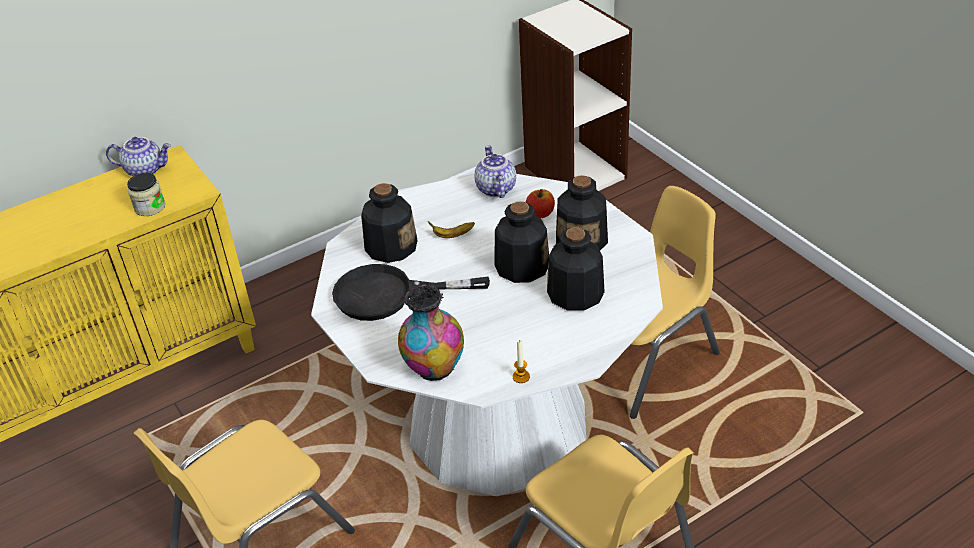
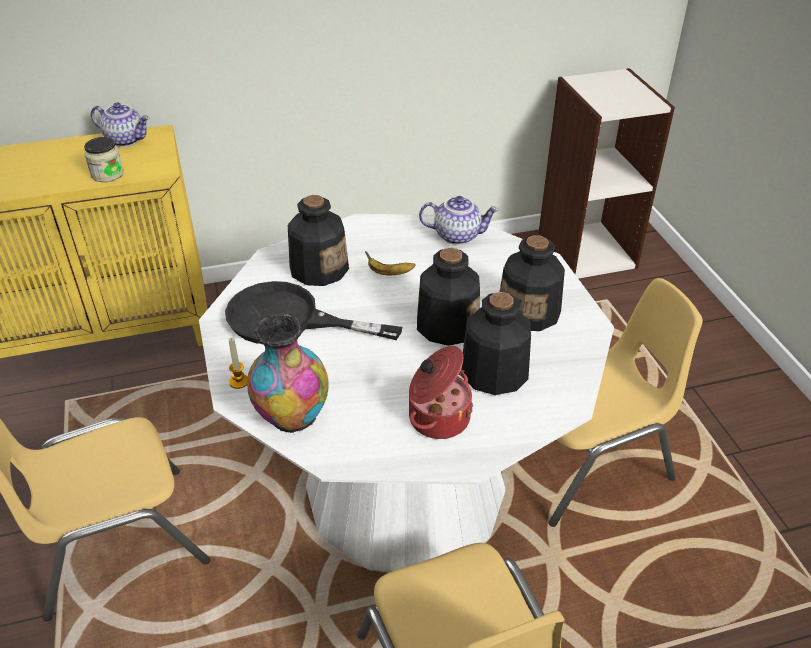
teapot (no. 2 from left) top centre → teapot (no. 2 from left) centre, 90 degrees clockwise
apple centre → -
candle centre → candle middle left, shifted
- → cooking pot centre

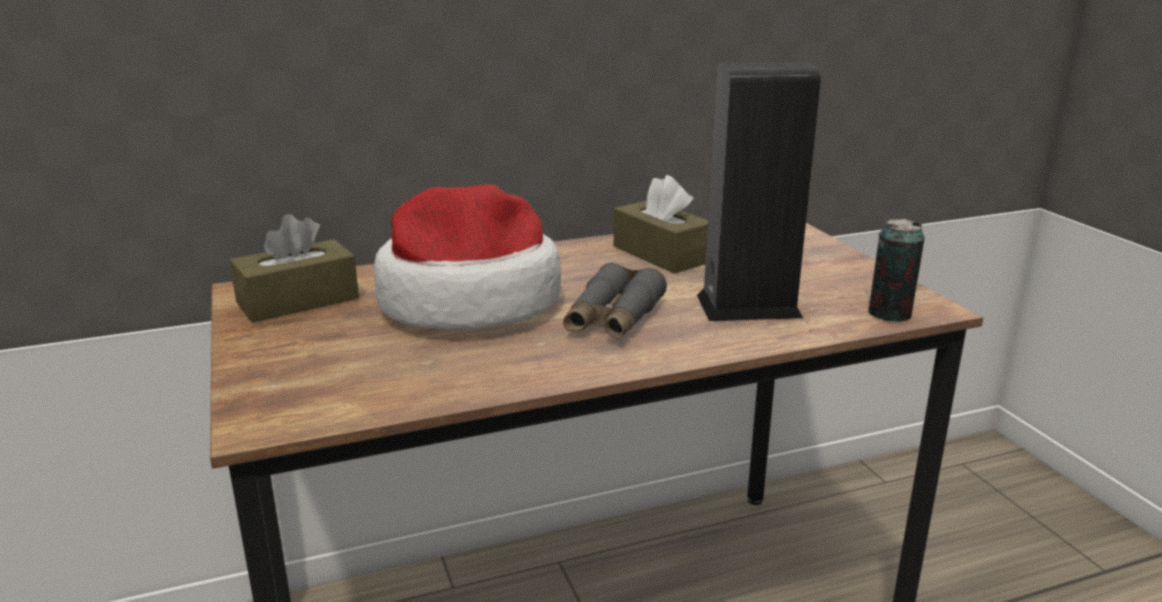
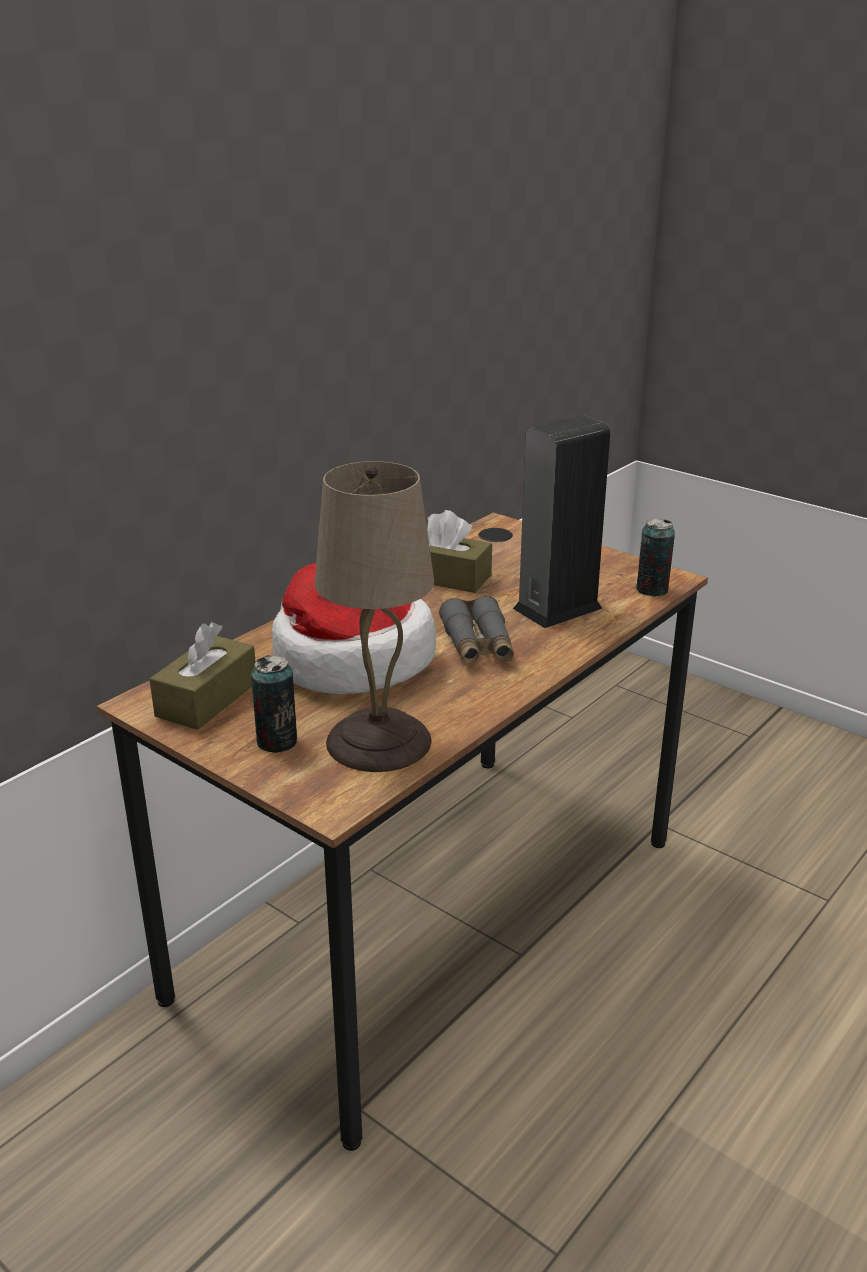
- → beige table lamp centre
- → can (no. 1 from left) middle left

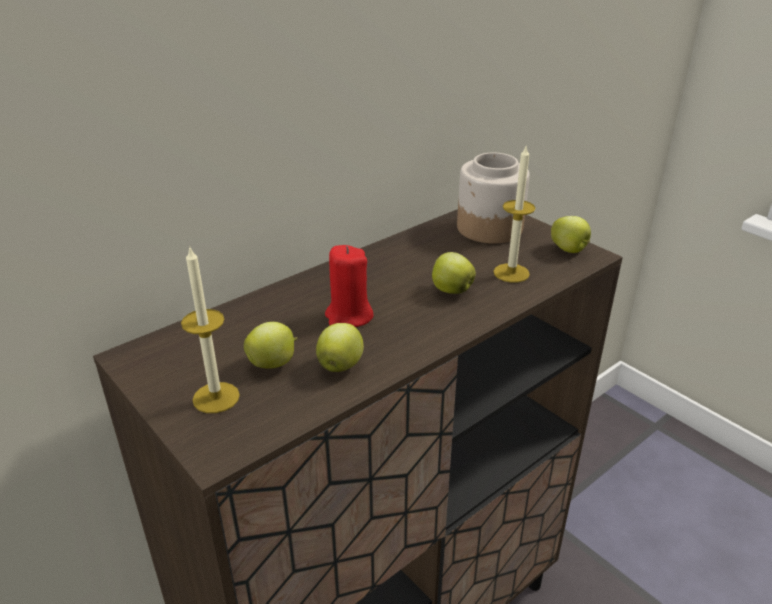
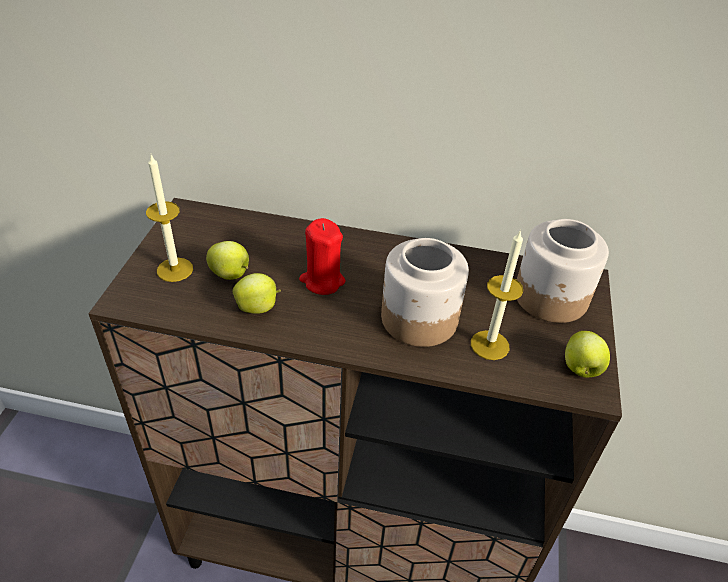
apple (no. 3 from left) centre → jar (no. 1 from left) centre

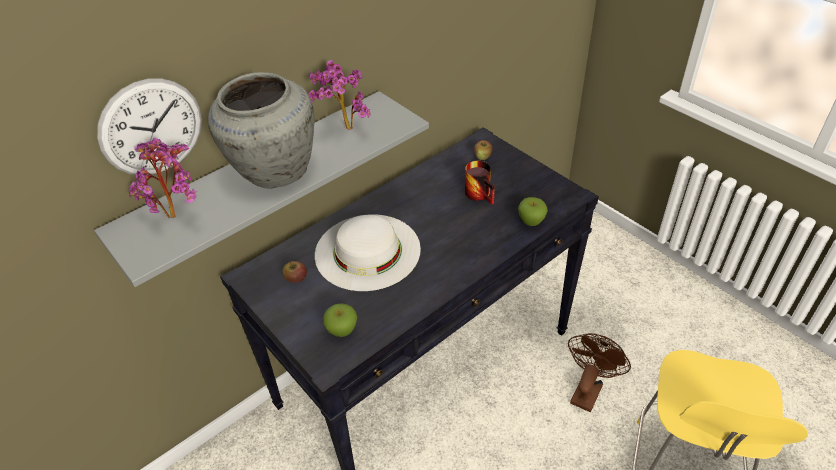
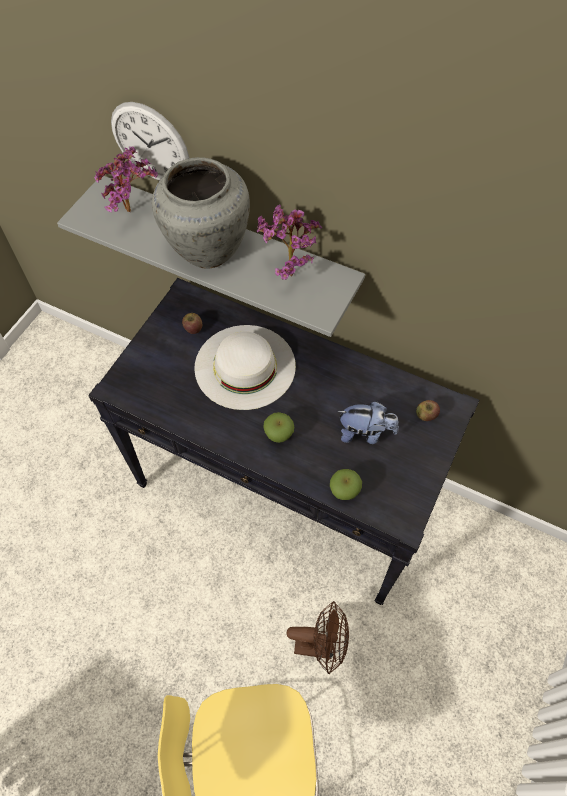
mug centre → plush toy centre
apple (no. 2 from left) bottom centre → apple (no. 2 from left) centre, shifted

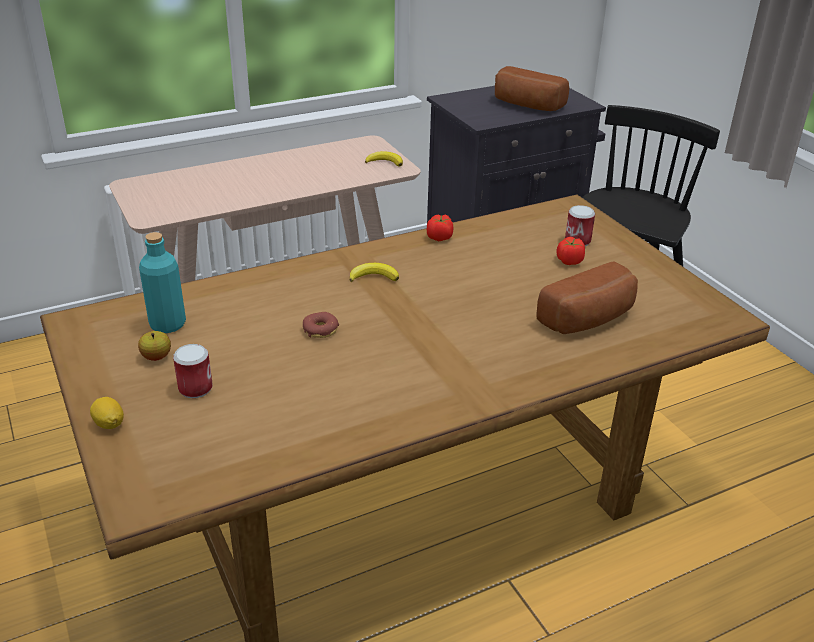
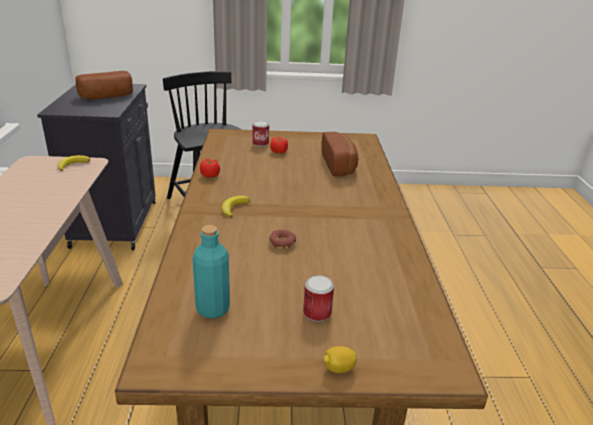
apple middle left → -

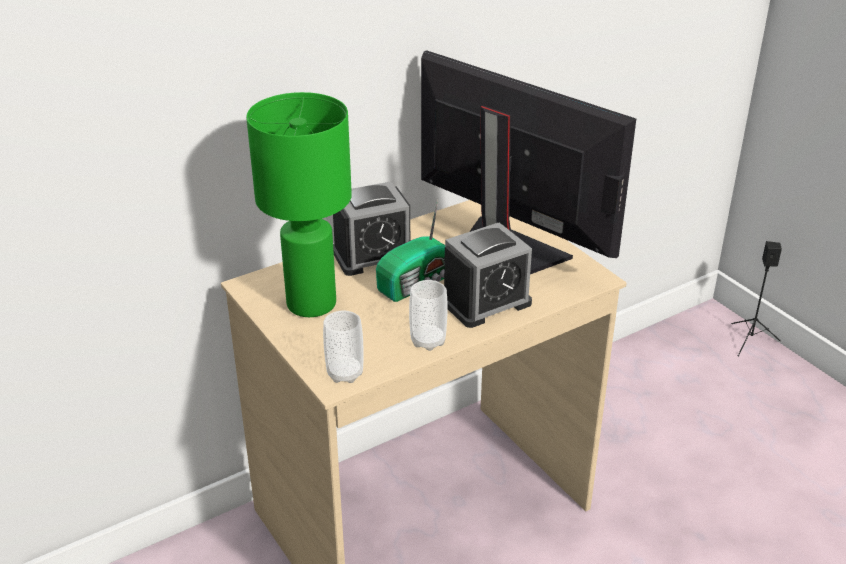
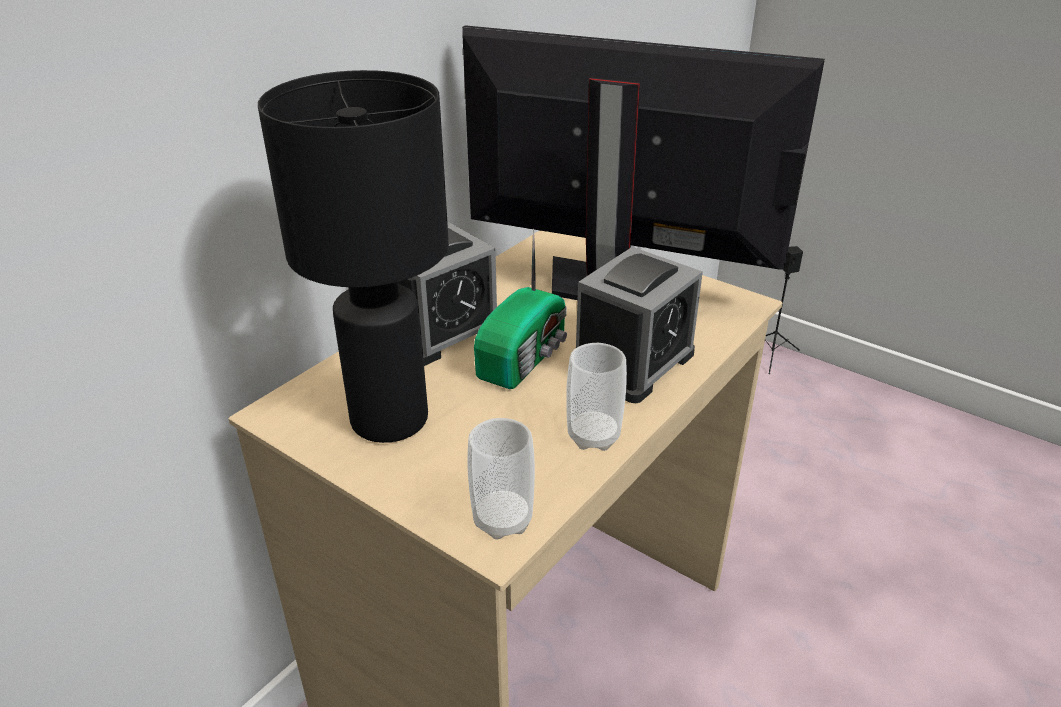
green table lamp centre → black table lamp middle left

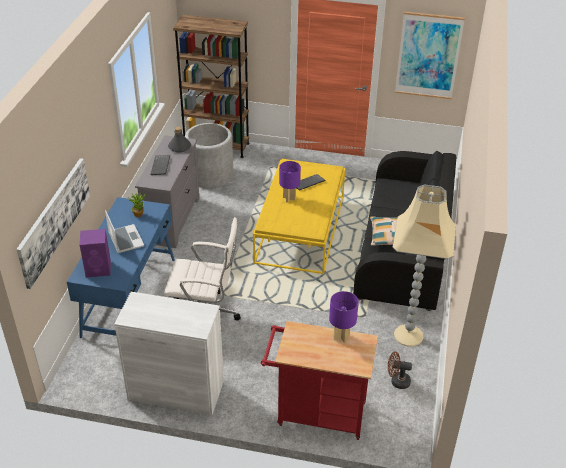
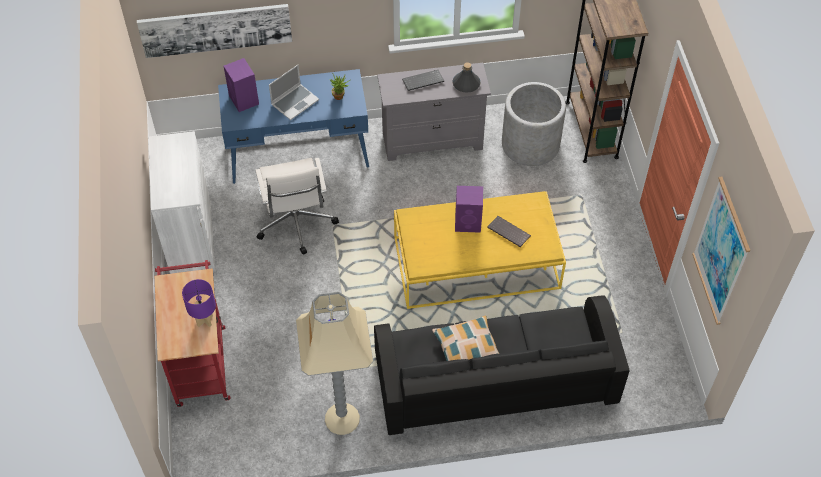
purple table lamp (no. 1 from left) centre → purple speaker (no. 2 from left) centre
brown fan bottom right → -

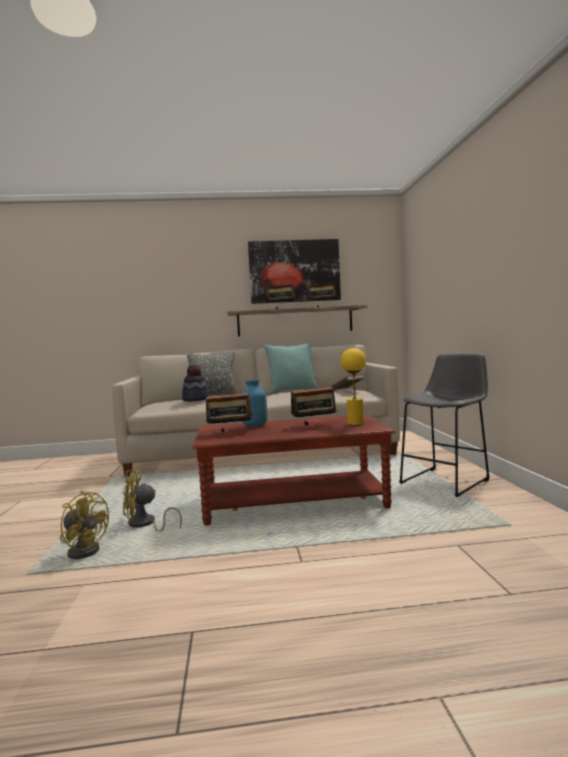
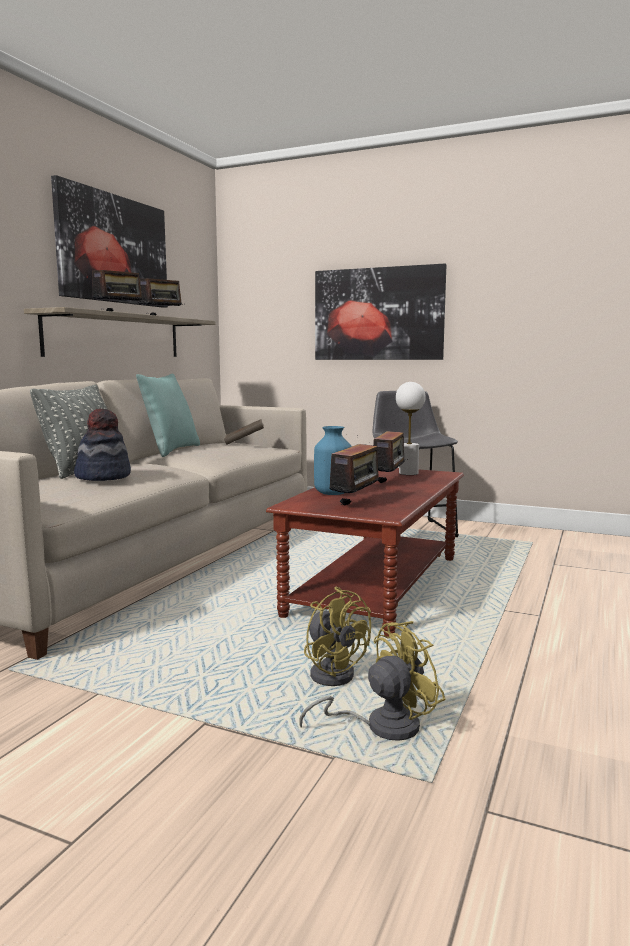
yellow table lamp centre → white table lamp centre
yellow fan (no. 2 from left in the first image) middle left → yellow fan (no. 1 from left) bottom centre, 60 degrees counterclockwise
- → picture (no. 2 from left) top centre

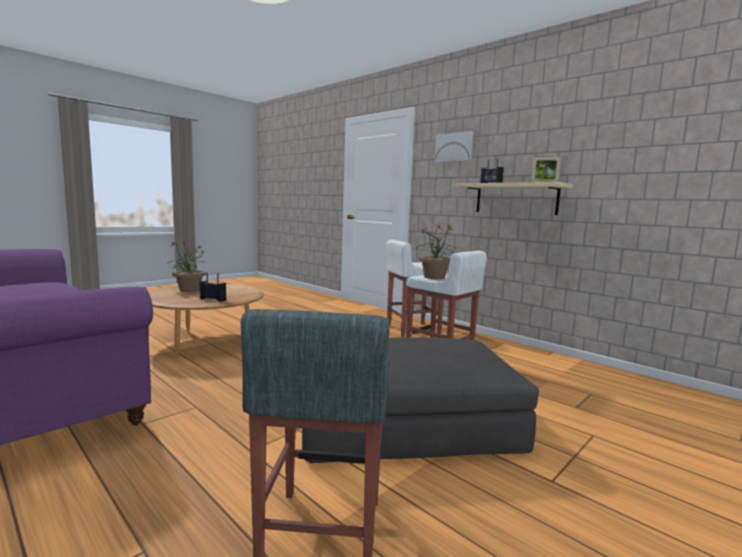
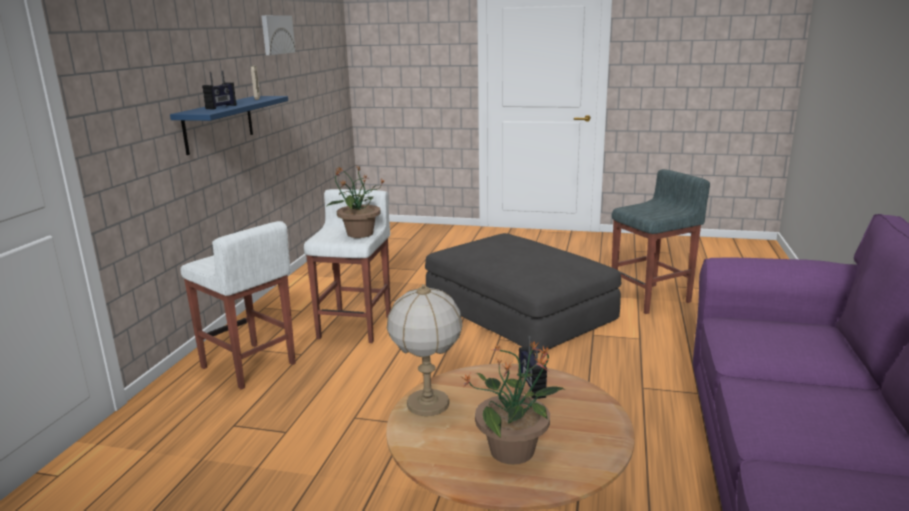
picture top centre → picture top left, shifted
beige shelf middle right → blue shelf top left
- → table lamp bottom centre

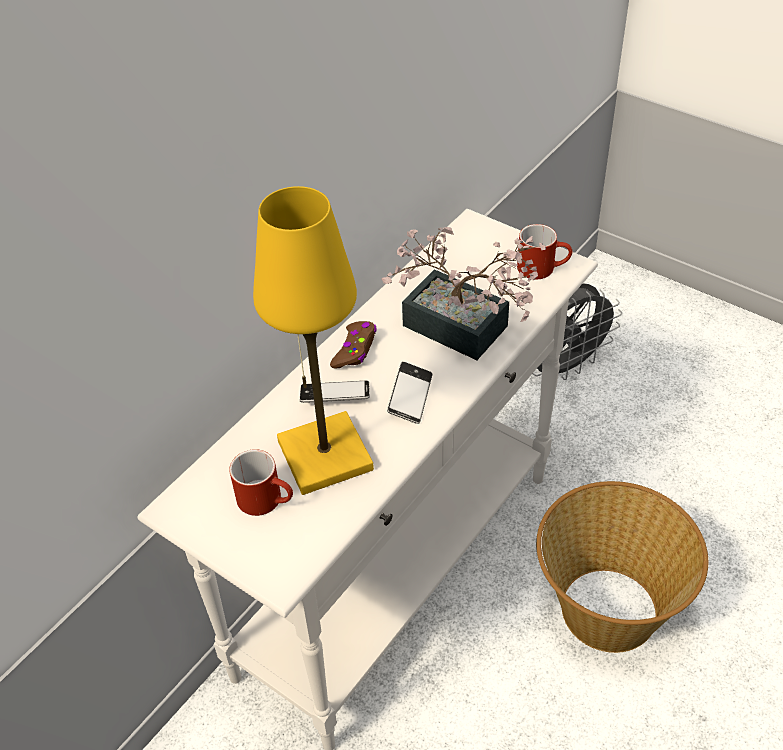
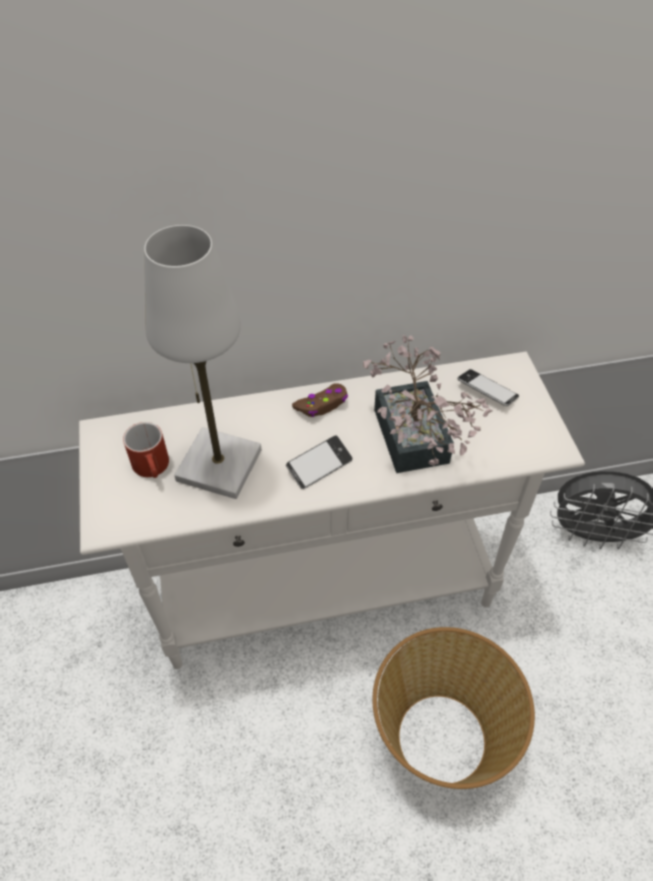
yellow table lamp centre → white table lamp middle left
red mug (no. 2 from left) middle right → -
phone (no. 1 from left in the first image) centre → phone (no. 2 from left) middle right, shifted

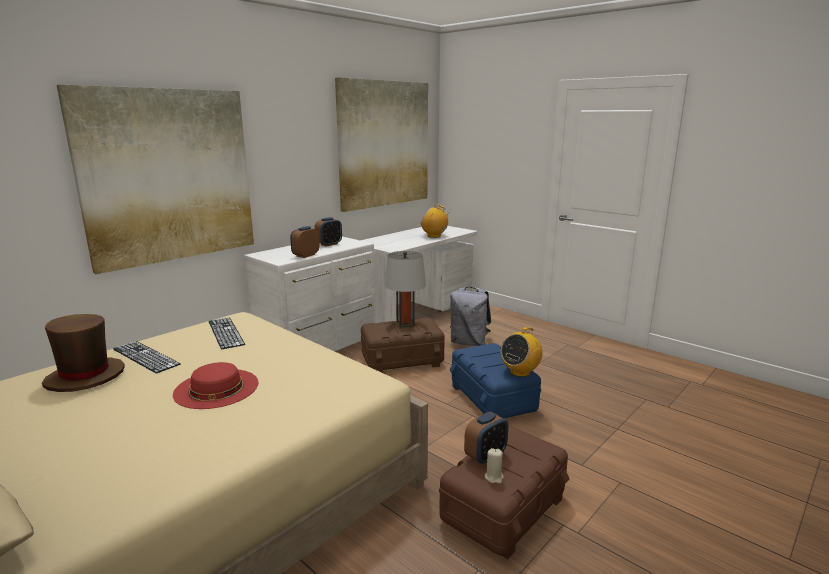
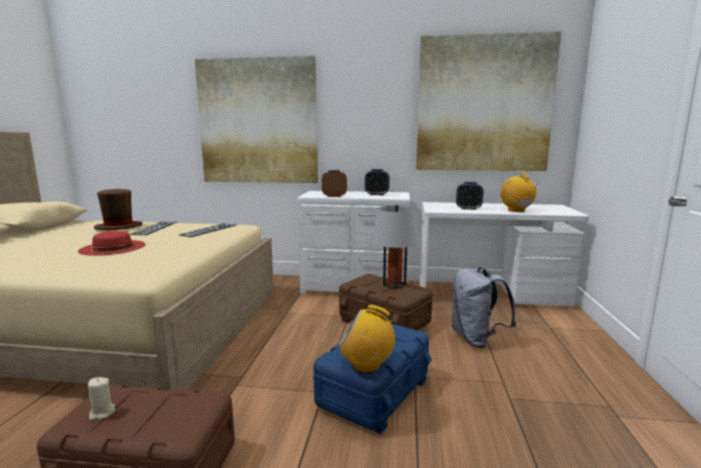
alarm clock (no. 3 from left) bottom centre → alarm clock (no. 3 from left) middle right, shifted

